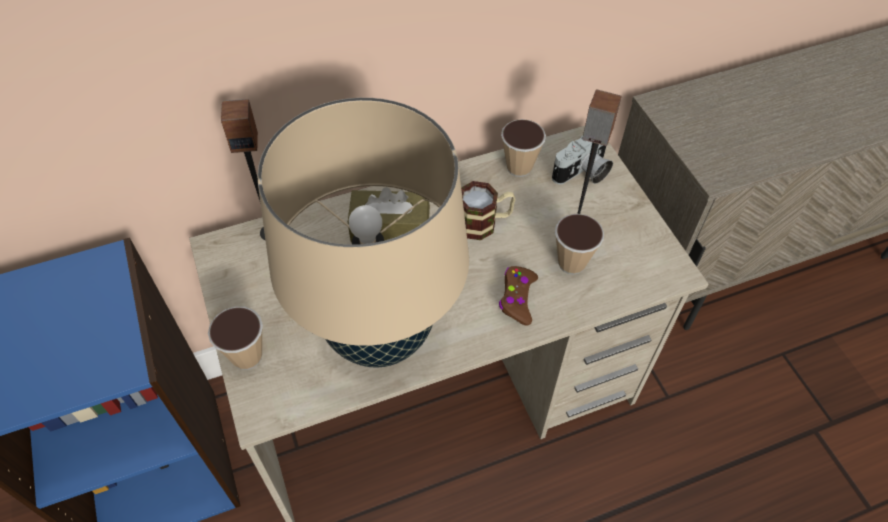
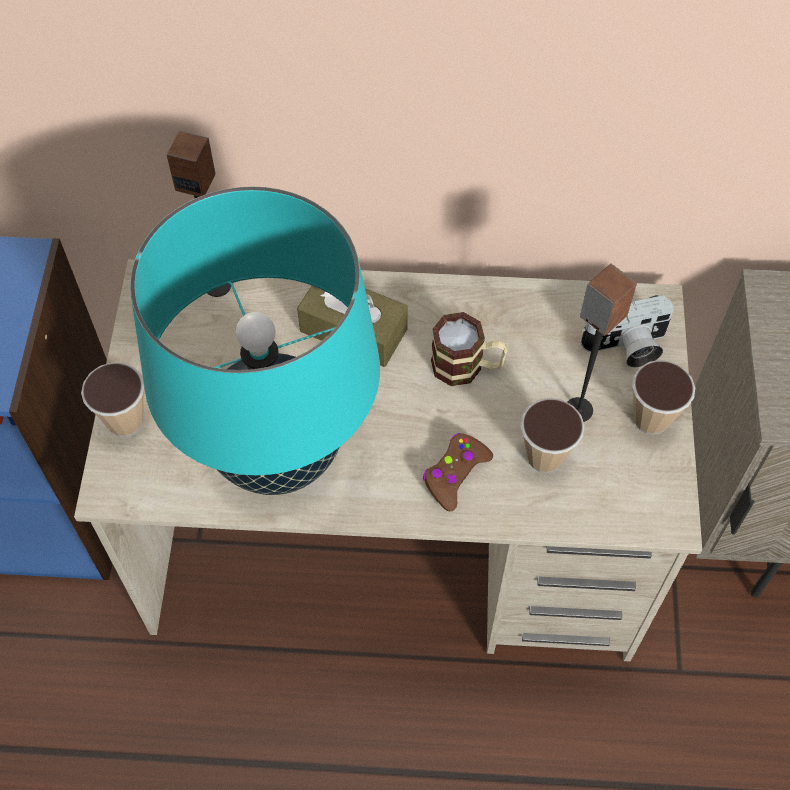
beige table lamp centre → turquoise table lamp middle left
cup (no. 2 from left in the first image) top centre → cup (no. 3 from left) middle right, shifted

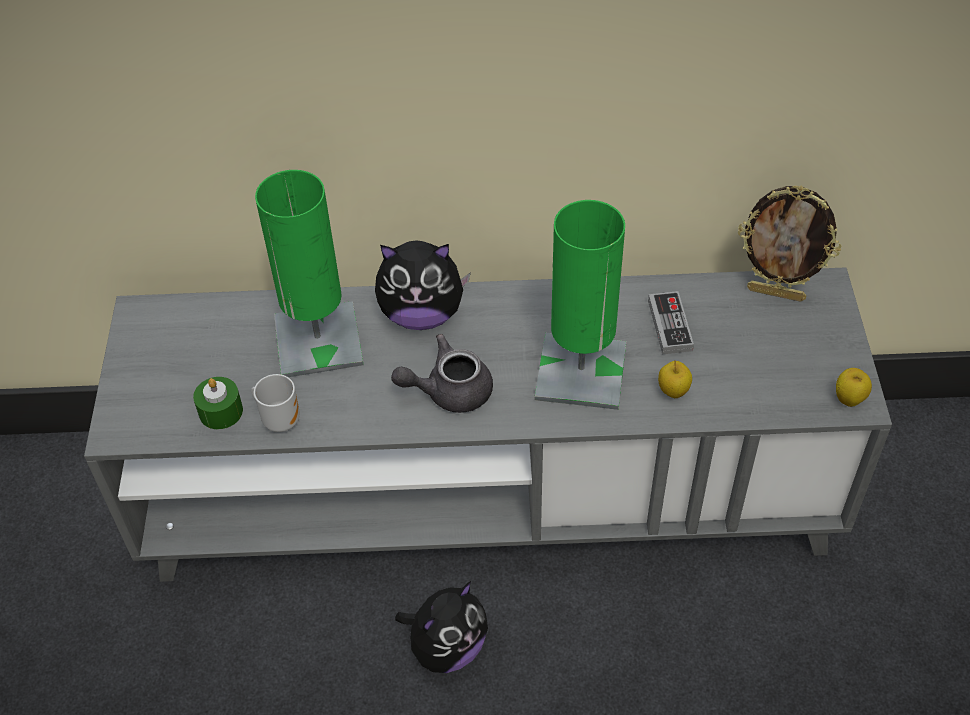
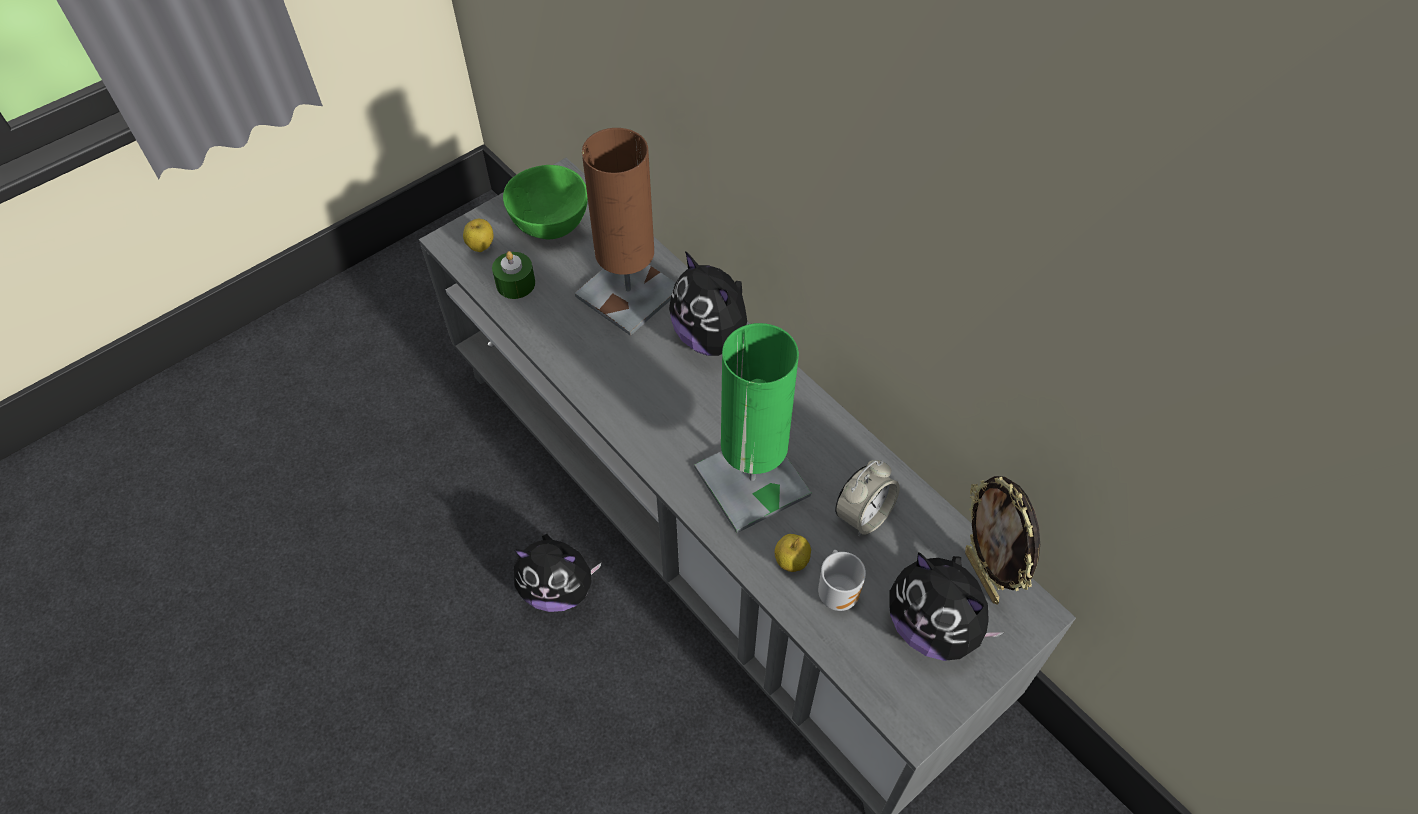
green table lamp (no. 1 from left) middle left → brown table lamp top centre
game controller middle right → alarm clock centre
grey teapot centre → -
apple (no. 2 from left in the first image) middle right → apple (no. 1 from left) top centre, shifted
mug middle left → mug bottom centre, shifted
- → green bowl top centre
- → plush toy (no. 3 from left) bottom right

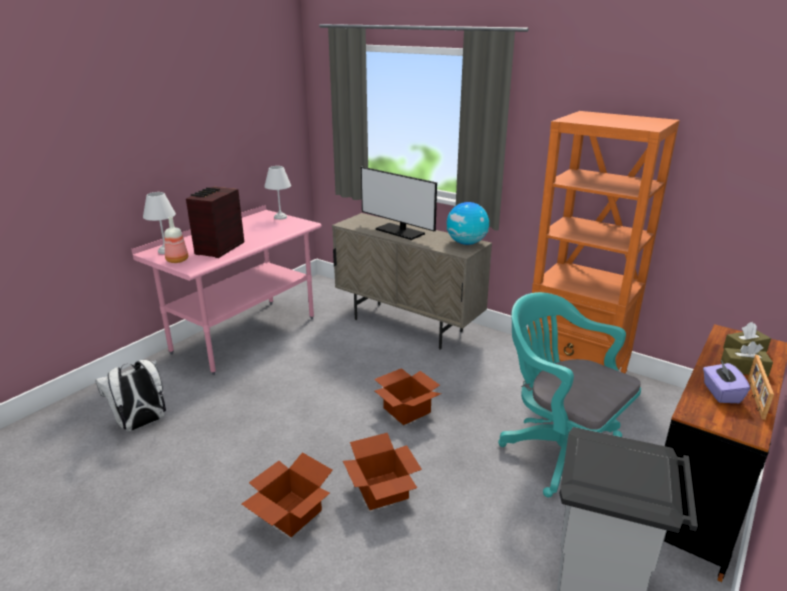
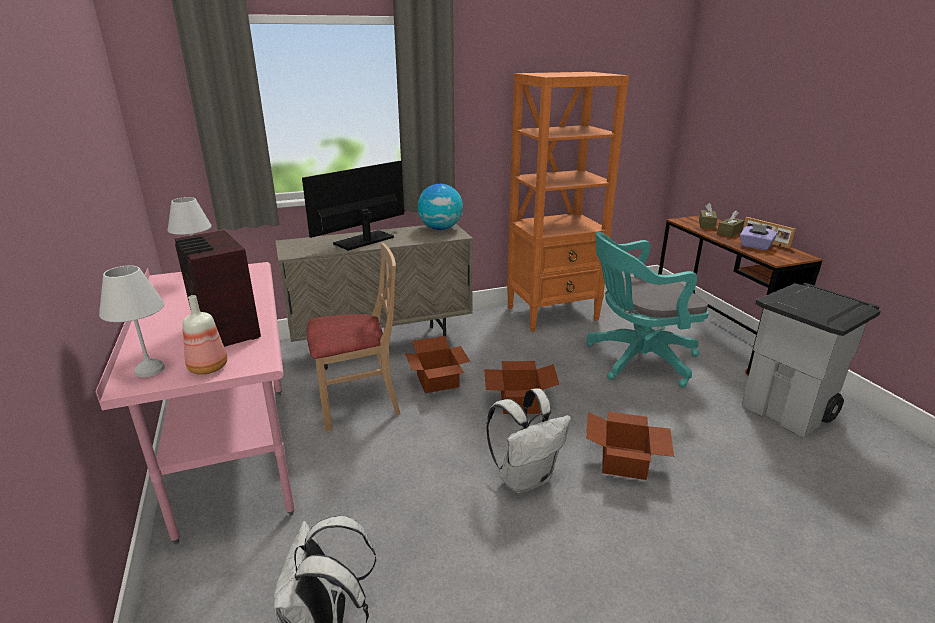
monitor centre → monitor top centre, 150 degrees clockwise
cardboard box (no. 1 from left) bottom centre → cardboard box (no. 1 from left) centre, shifted
- → beige chair centre
- → white backpack (no. 2 from left) bottom centre

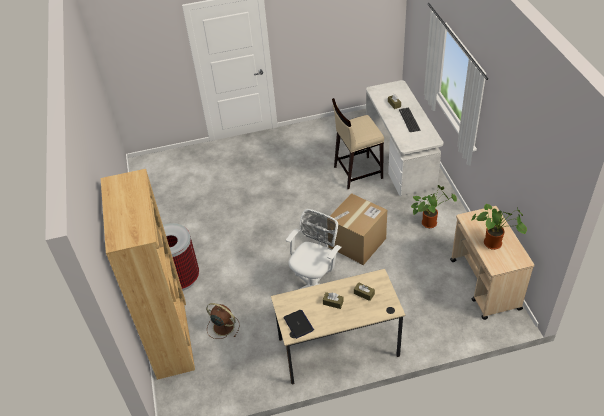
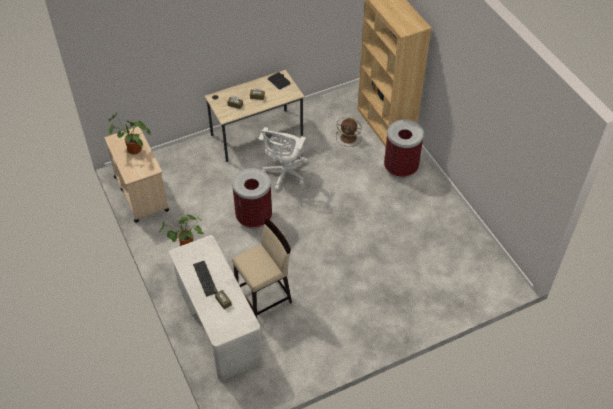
cardboard box centre → trash can (no. 1 from left) centre

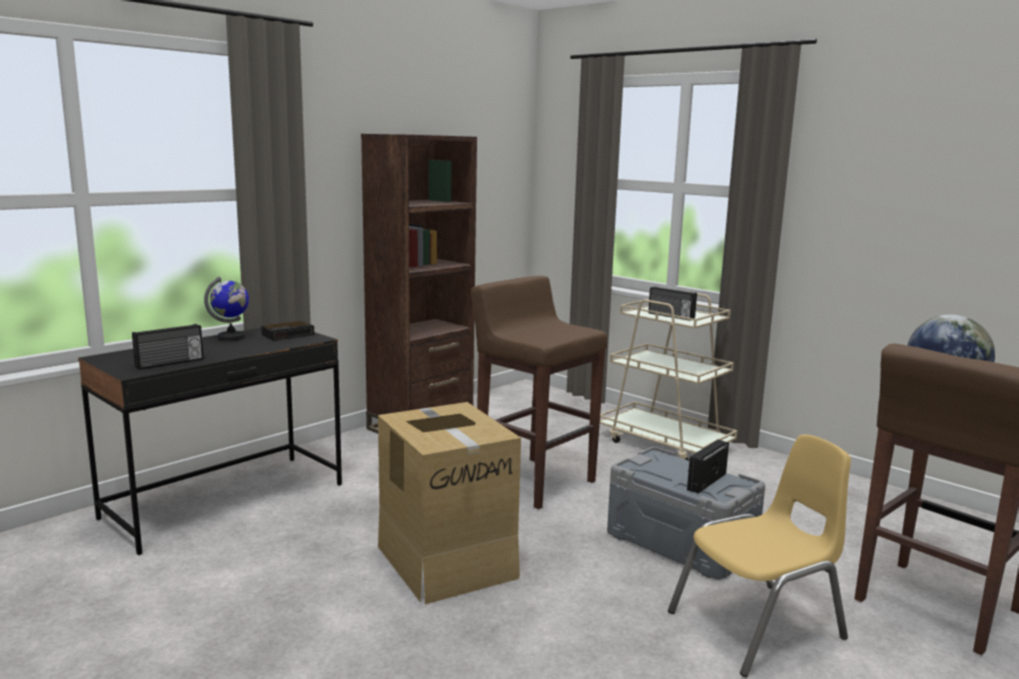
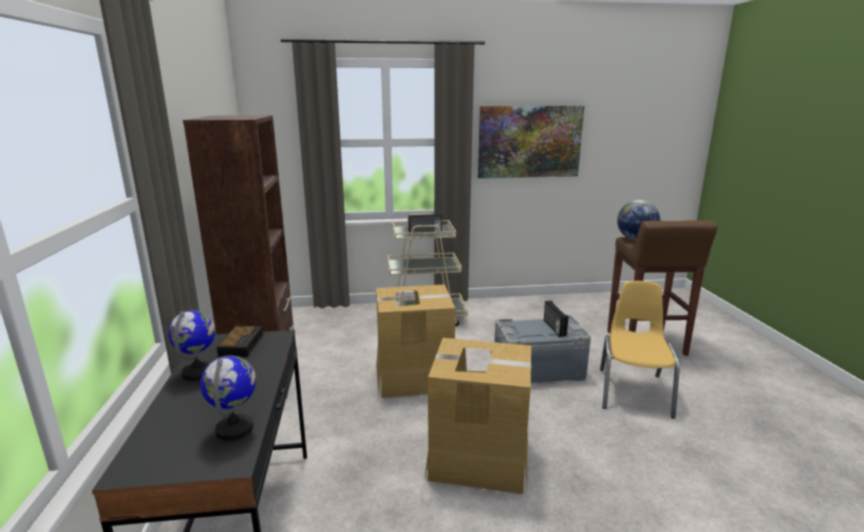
brown stool (no. 1 from left) centre → cardboard box (no. 1 from left) centre
radio (no. 1 from left) middle left → globe (no. 2 from left) bottom left
- → picture top centre

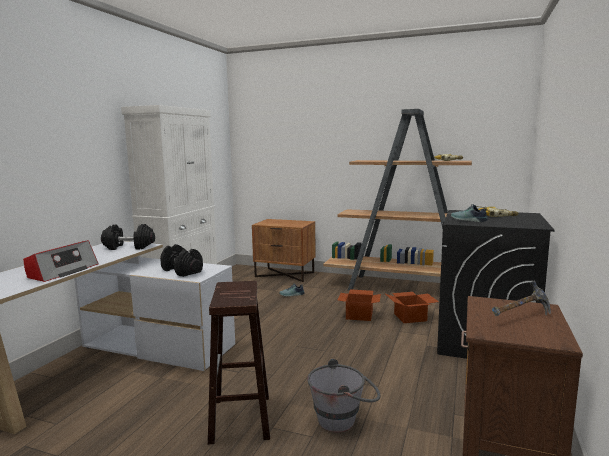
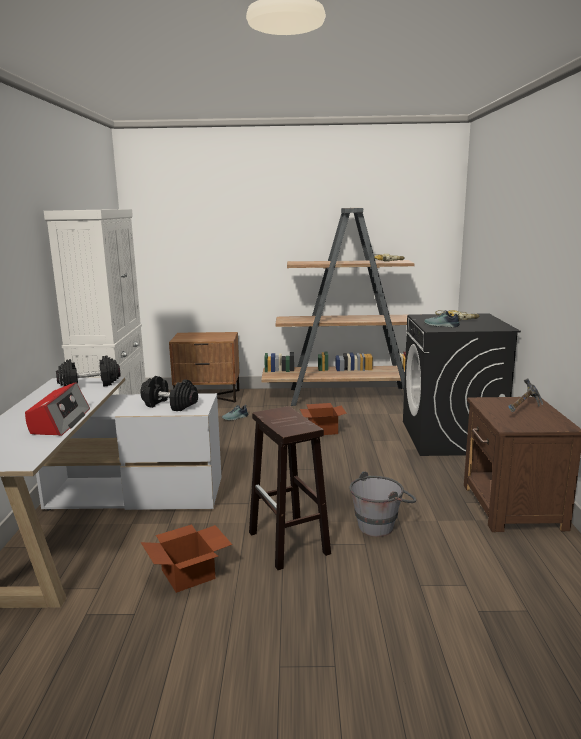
cardboard box (no. 2 from left in the first image) bottom right → cardboard box (no. 1 from left) bottom left, shifted

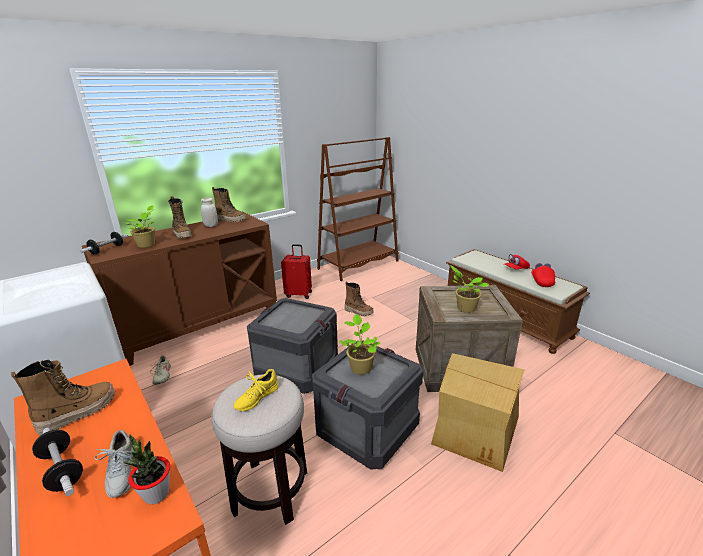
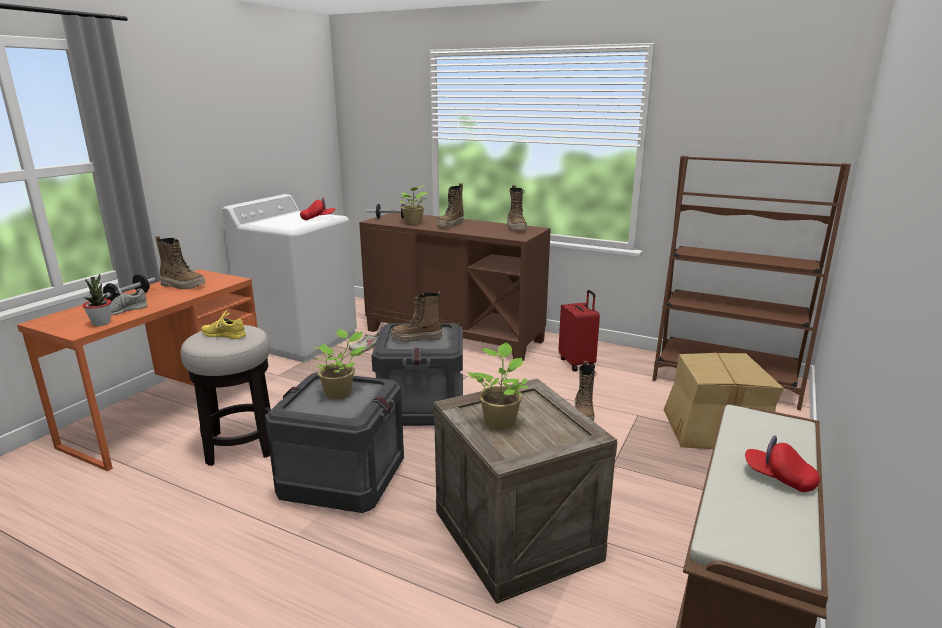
white jar middle left → -
red cap (no. 2 from left in the first image) middle right → red cap (no. 1 from left) top centre, shifted
cardboard box bottom right → cardboard box middle right, shifted
- → boot (no. 2 from left) centre

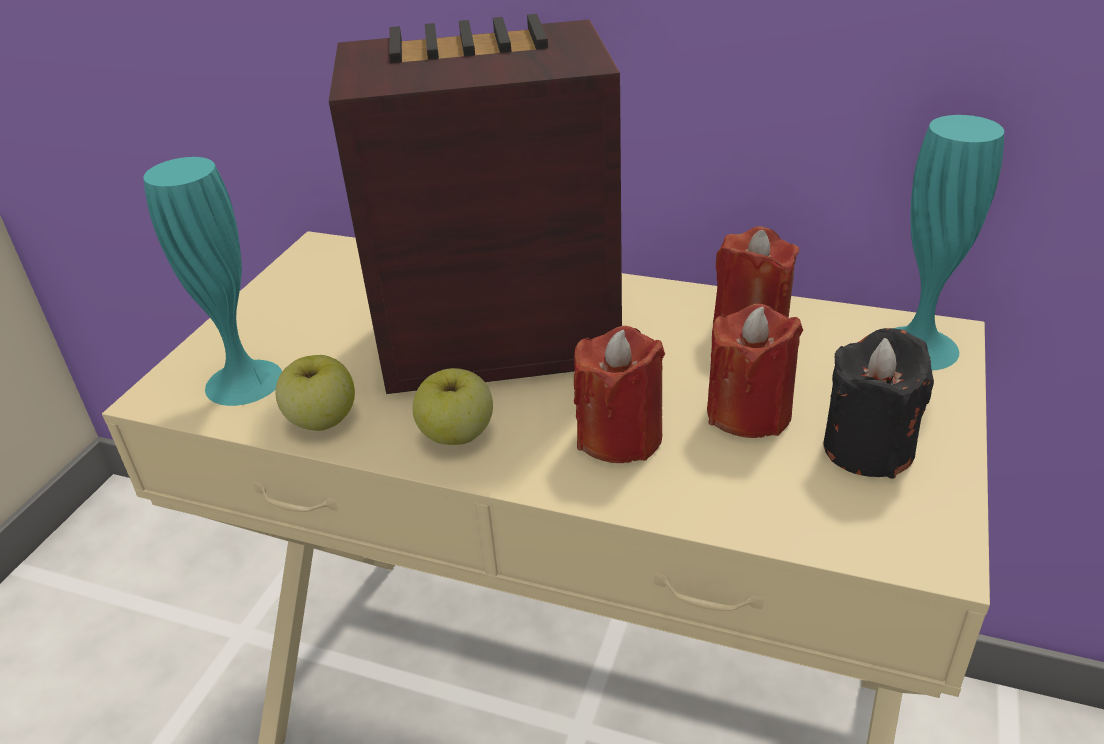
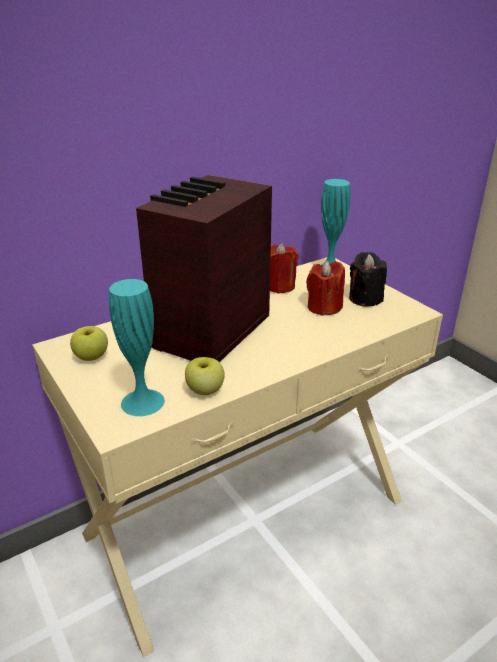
red candle (no. 1 from left) centre → -
apple (no. 2 from left in the first image) centre → apple (no. 1 from left) middle left, shifted

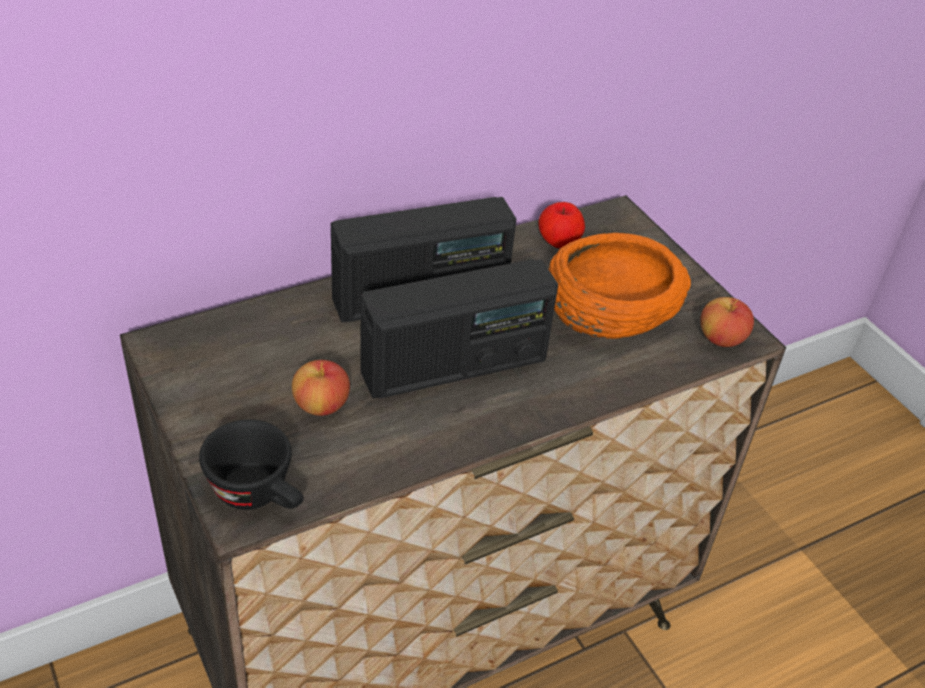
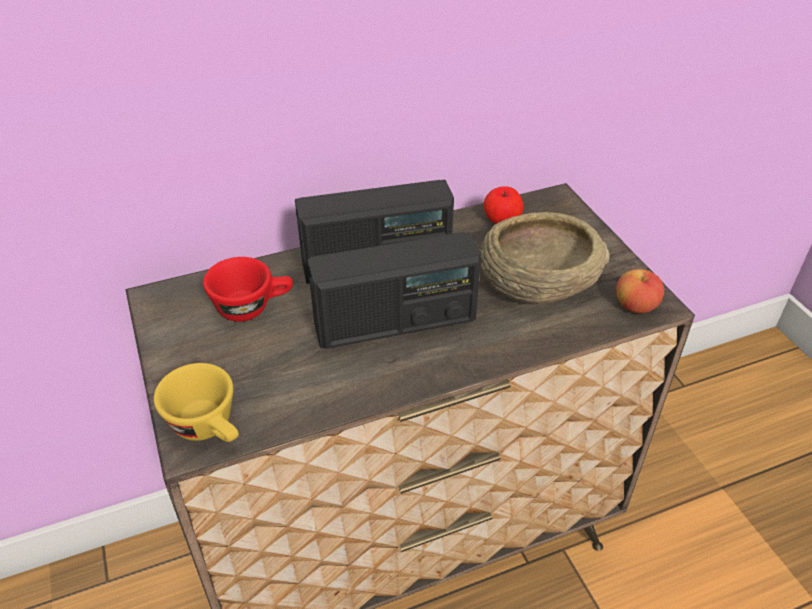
orange bowl middle right → beige bowl middle right
apple (no. 1 from left) centre → -
black cup bottom left → yellow cup middle left
- → red cup middle left

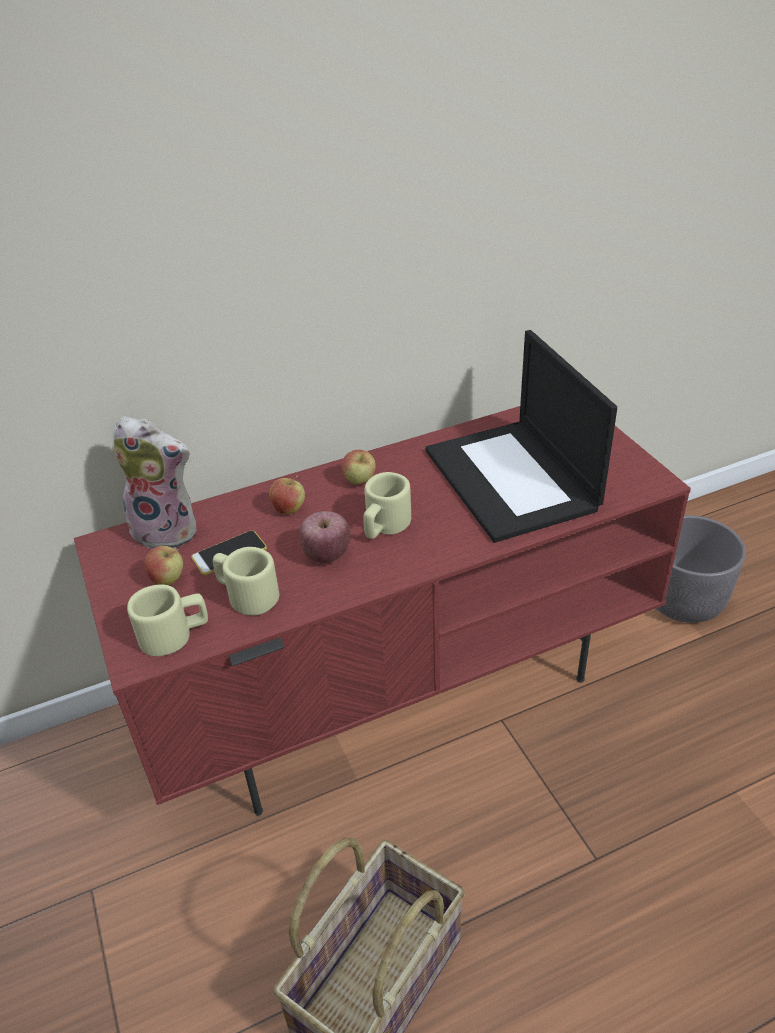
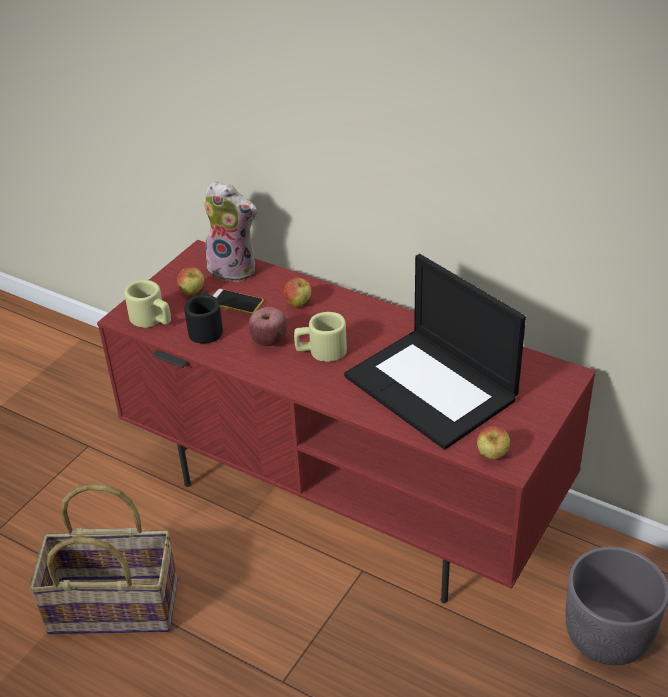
laptop middle right → laptop centre, 75 degrees counterclockwise
plush toy middle left → plush toy top centre, 45 degrees counterclockwise
apple (no. 4 from left) centre → apple (no. 4 from left) middle right, shifted
beige mug (no. 2 from left) middle left → black mug middle left

